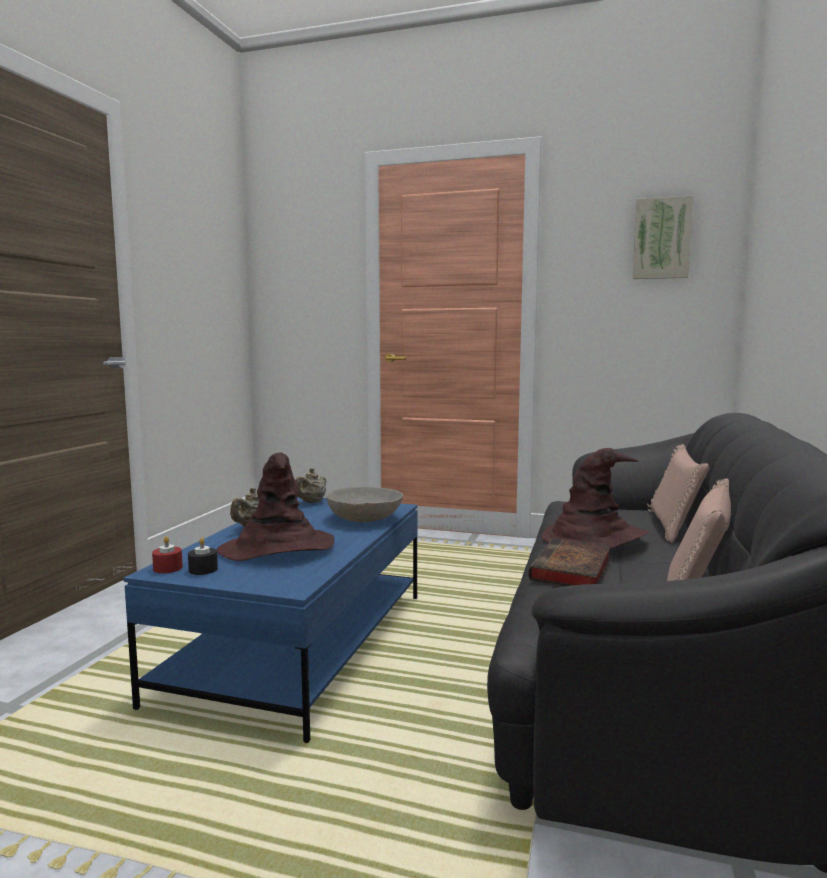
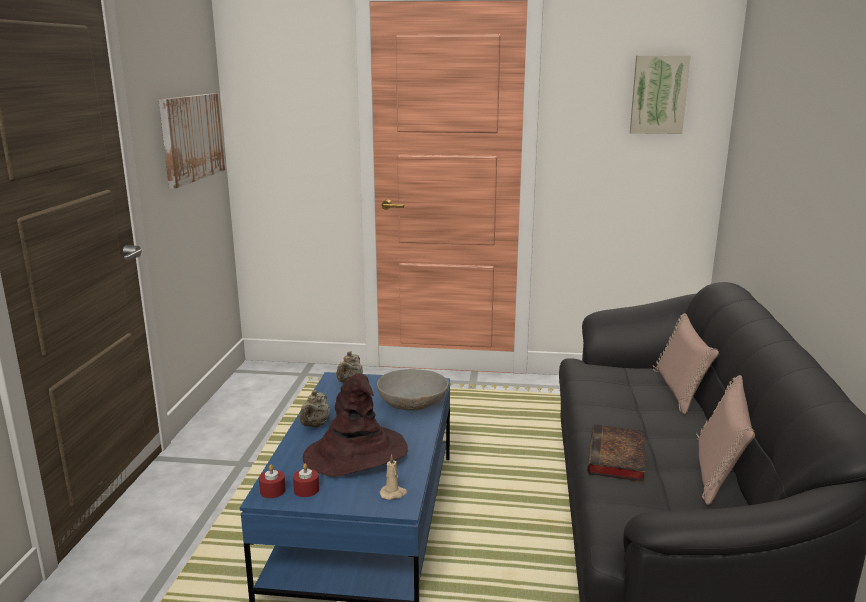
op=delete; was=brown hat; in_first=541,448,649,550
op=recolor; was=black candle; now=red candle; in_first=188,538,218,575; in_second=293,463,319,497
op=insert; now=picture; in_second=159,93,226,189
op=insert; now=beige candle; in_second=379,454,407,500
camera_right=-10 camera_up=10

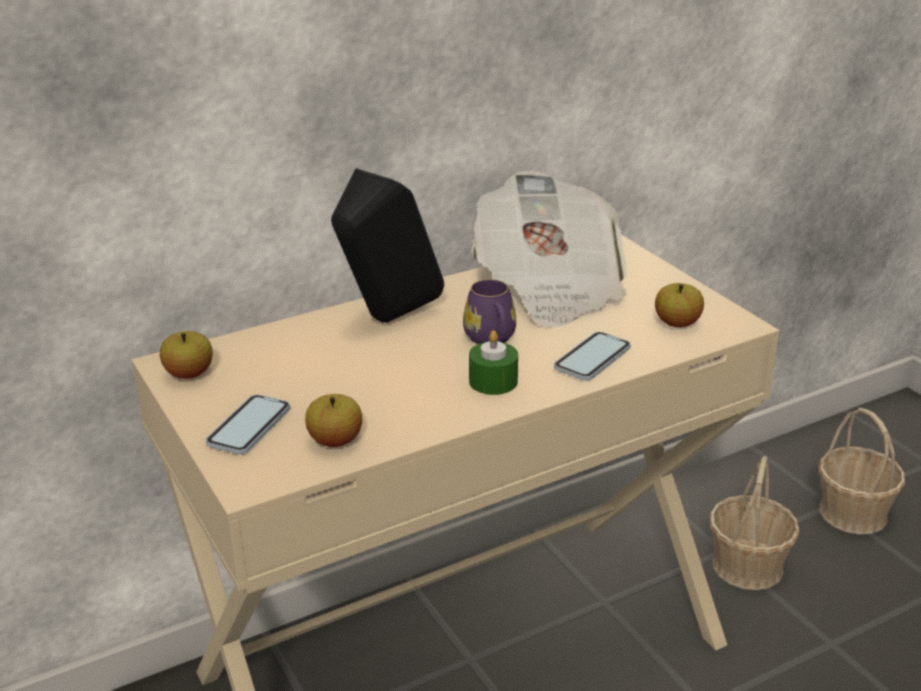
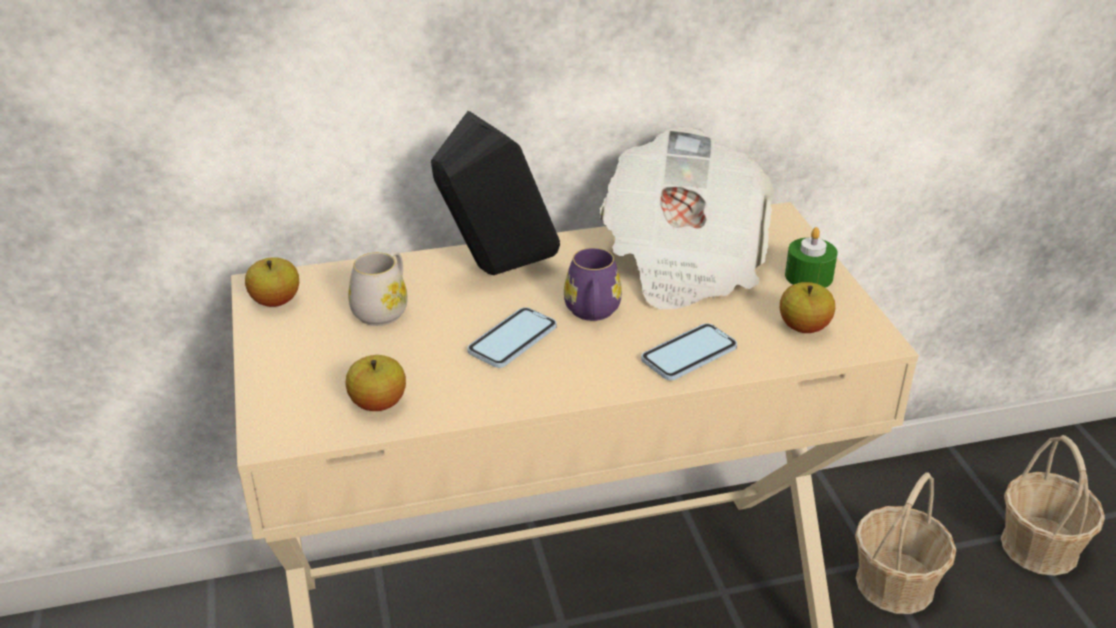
op=move; was=green candle; in_first=469,330,518,395; in_second=785,227,837,288
op=move; was=phone; in_first=206,395,290,454; in_second=467,307,557,368
op=insert; now=white mug; in_second=348,251,407,326
camera_right=15 camera_up=5

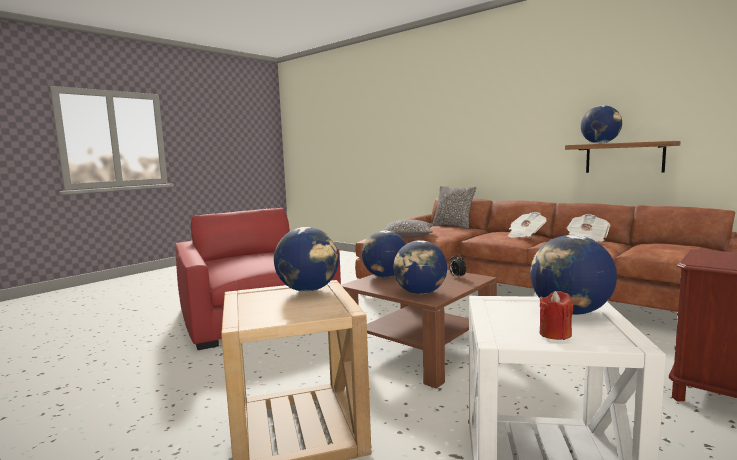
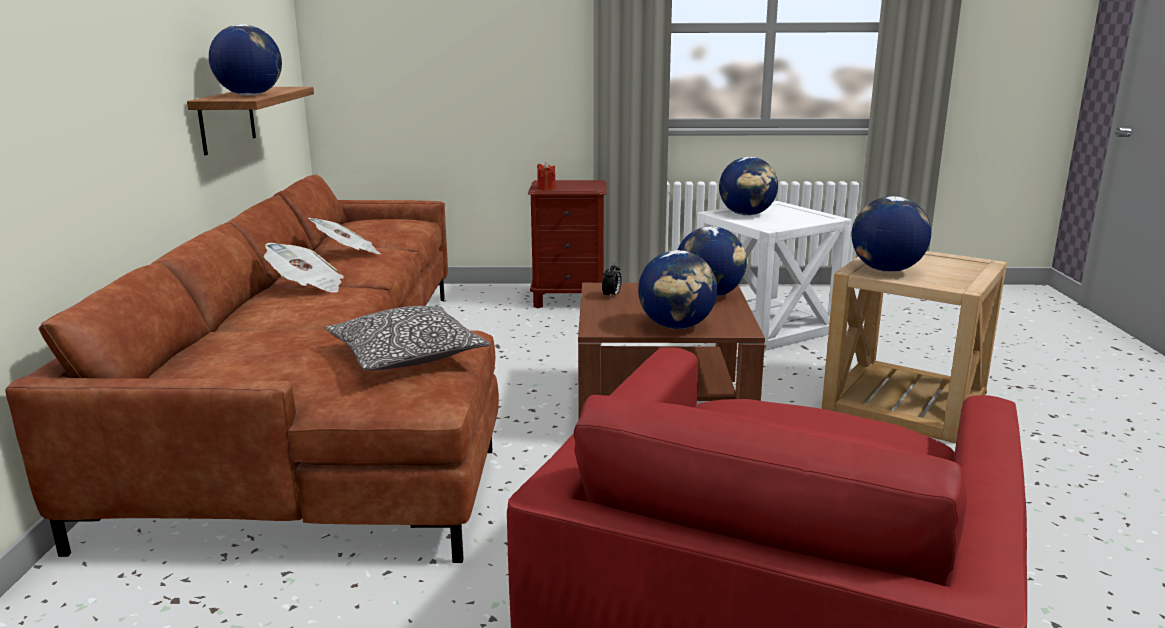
op=delete; was=pillow; in_first=432,186,476,229
op=move; was=red candle; in_first=540,291,573,340; in_second=537,162,556,191
camera_right=-130 camera_up=10

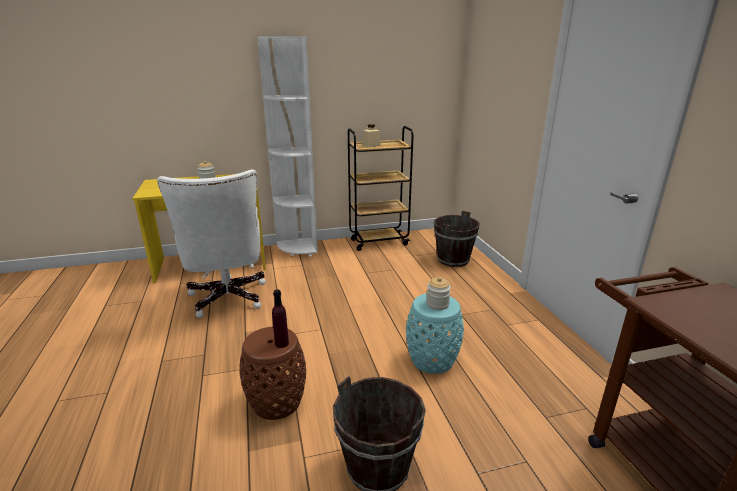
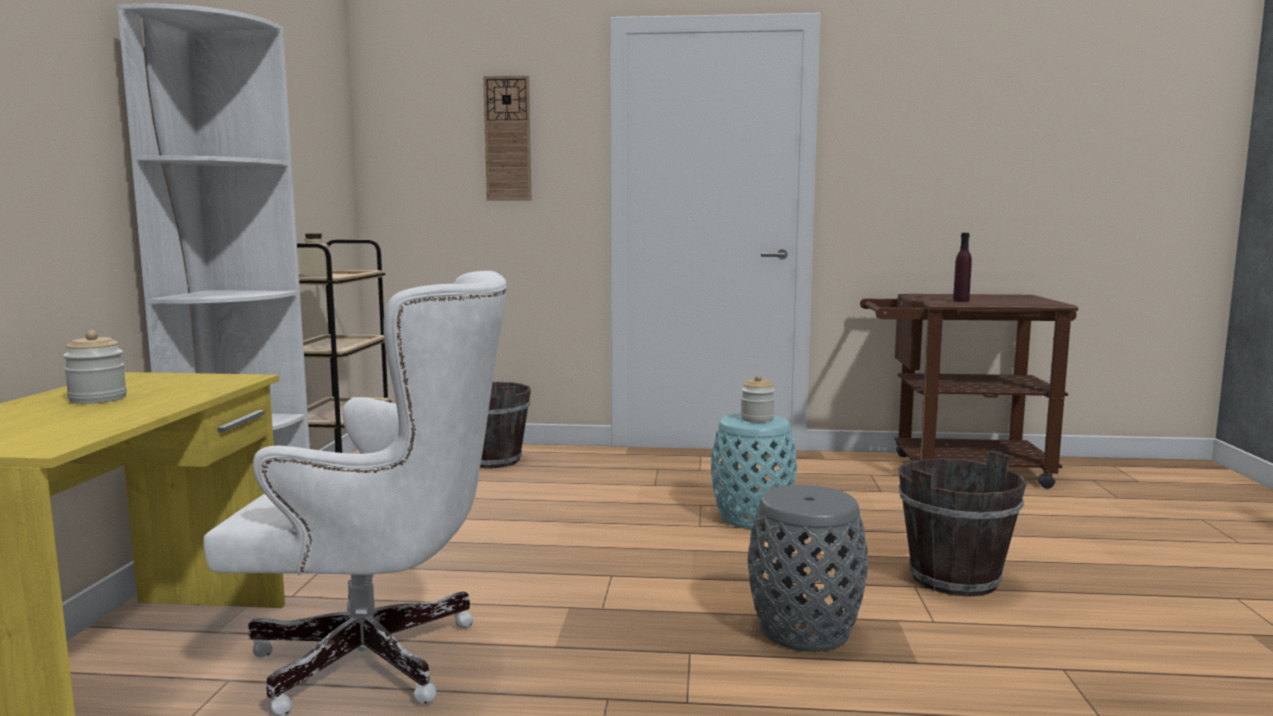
op=move; was=purple bottle; in_first=272,289,289,348; in_second=953,233,972,302
op=recolor; was=brown stool; now=grey stool; in_first=239,327,306,420; in_second=748,485,868,652
op=insert; now=wall clock; in_second=483,75,531,201
camera_right=-70 camera_up=-15

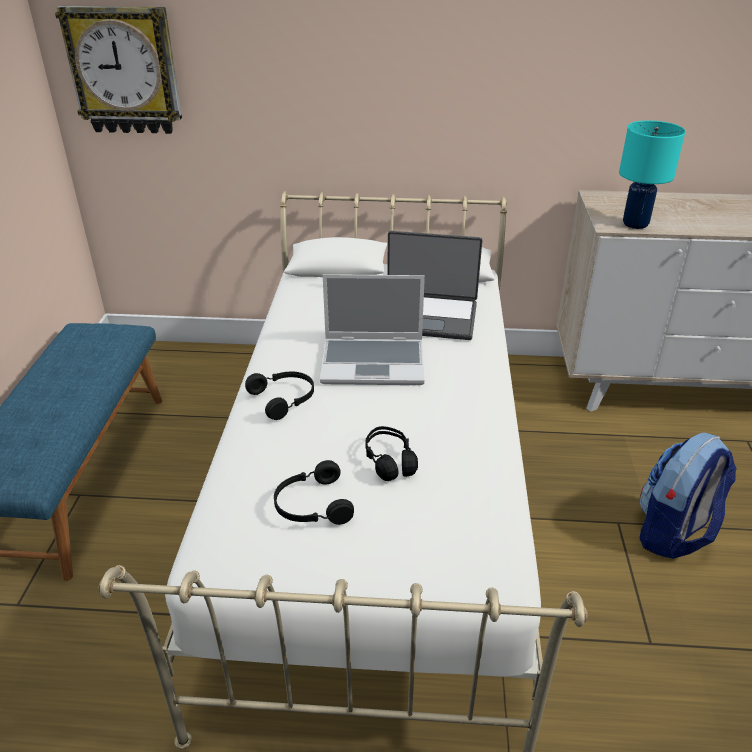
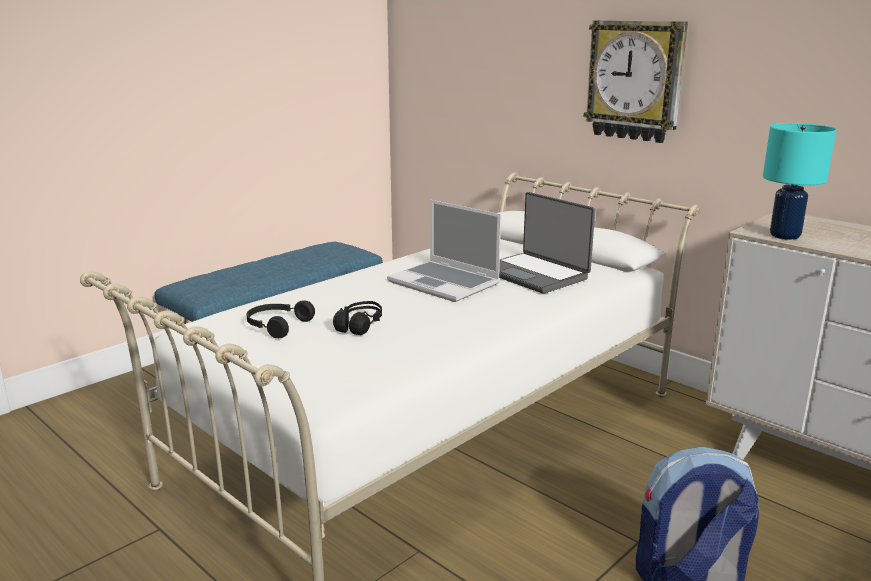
op=move; was=wall clock; in_first=55,6,182,134; in_second=584,20,688,143
op=delete; was=black headphones; in_first=245,372,314,420
camera_right=40 camera_up=-15

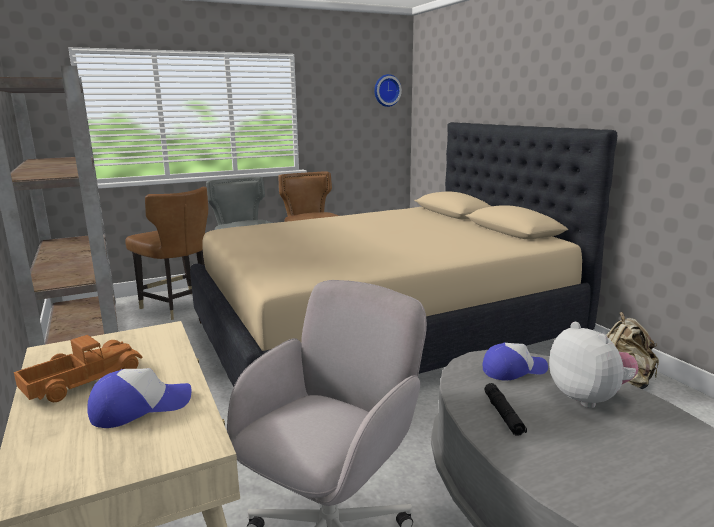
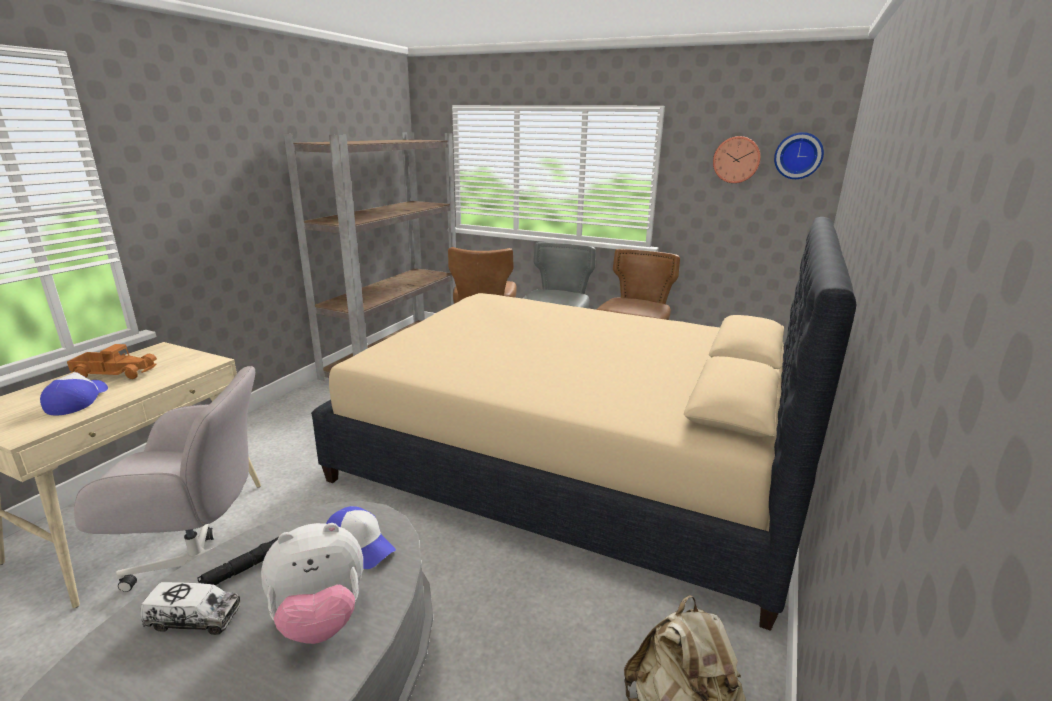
op=rotate; was=plush toy; in_first=549,322,639,408; in_second=261,523,363,644; clockwise=45
op=rotate; was=cap; in_first=87,368,191,428; in_second=40,372,108,415; clockwise=-120
op=insert; now=wall clock; in_second=713,136,761,183
op=insert; now=toy truck; in_second=140,582,241,635
camera_right=50 camera_up=5

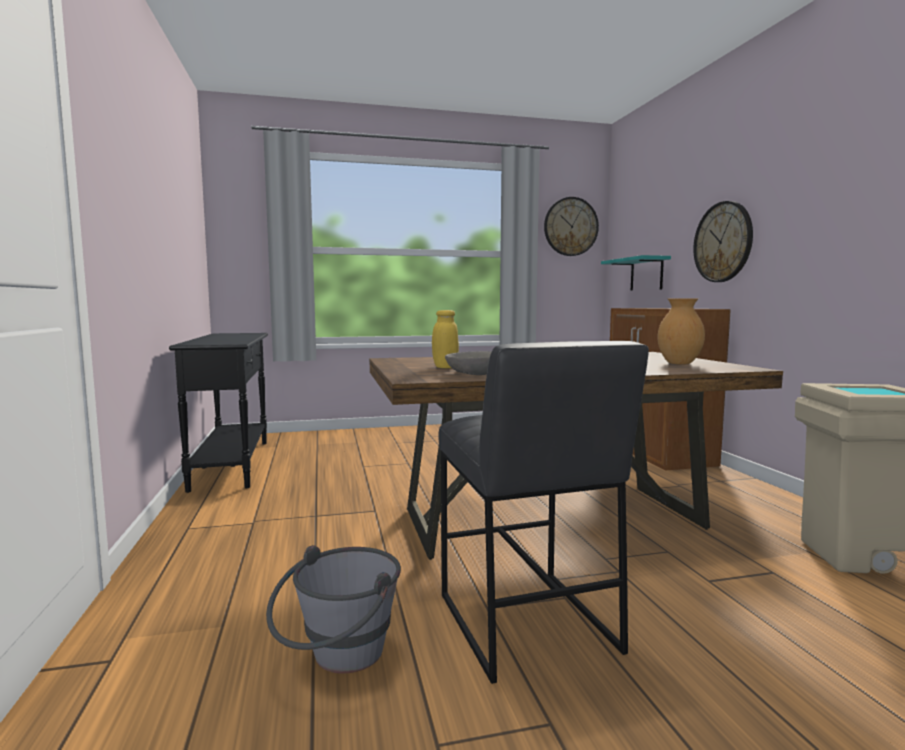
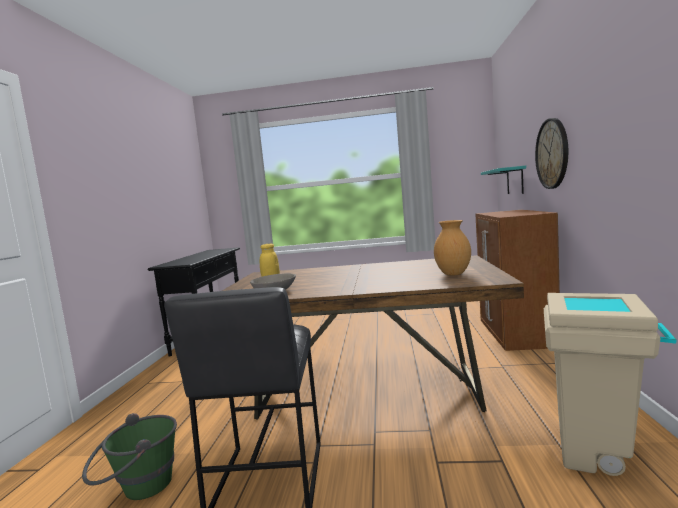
op=delete; was=wall clock; in_first=544,197,599,256
op=recolor; was=grey bucket; now=green bucket; in_first=266,545,401,674; in_second=82,413,177,500
camera_right=20 camera_up=0

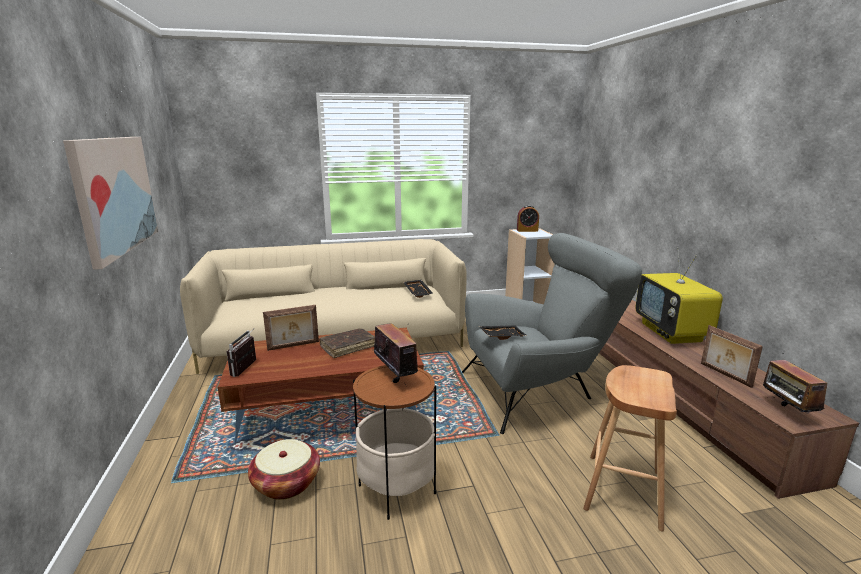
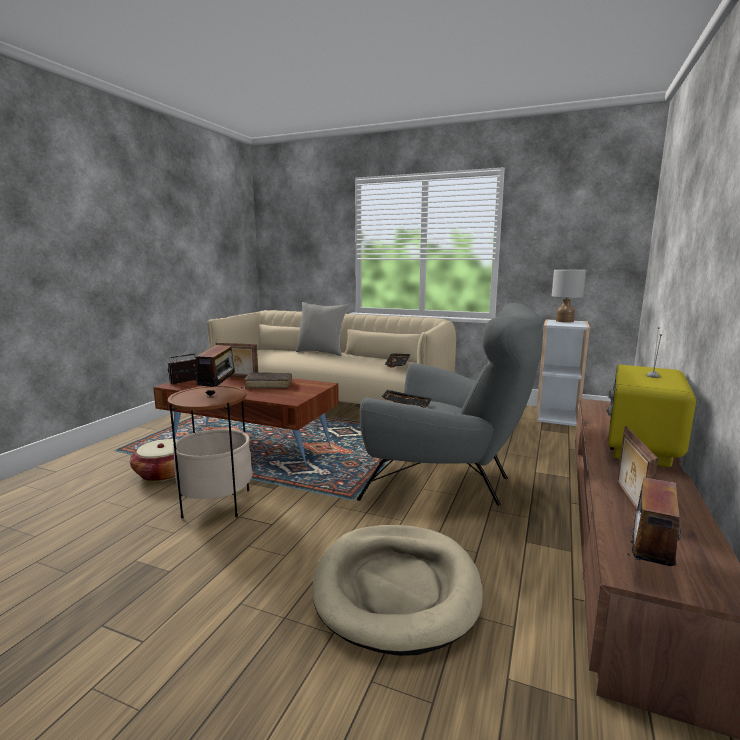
op=delete; was=picture; in_first=63,137,158,270
op=replace; was=alarm clock; now=grey table lamp; in_first=517,205,539,232; in_second=552,270,586,323
op=replace; was=brown stool; now=beige dog bed; in_first=583,365,677,531; in_second=312,525,483,656
op=insert; now=grey pillow; in_second=296,302,348,356
camera_right=35 camera_up=-5

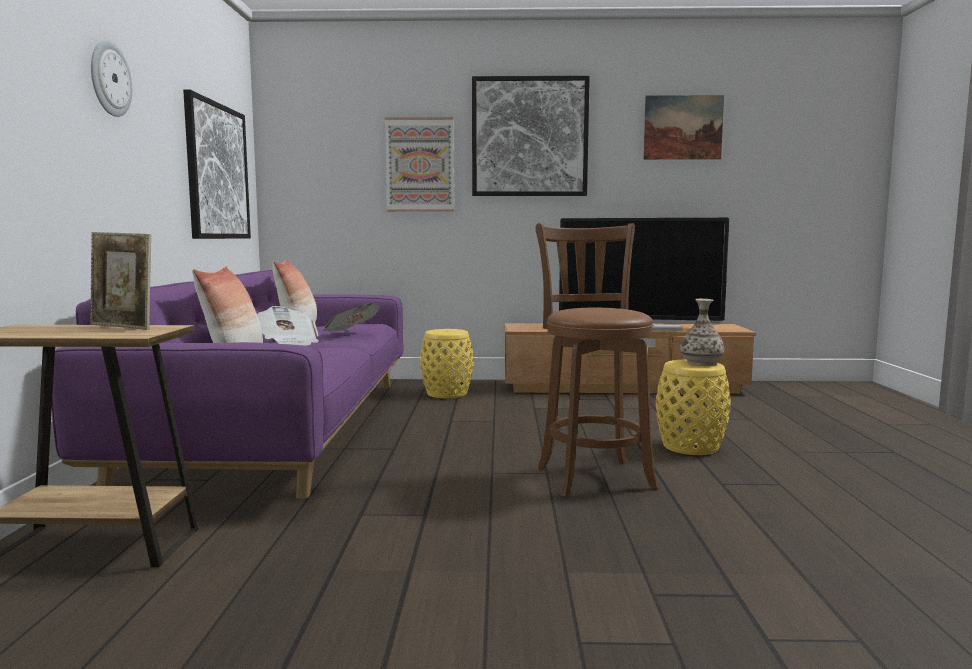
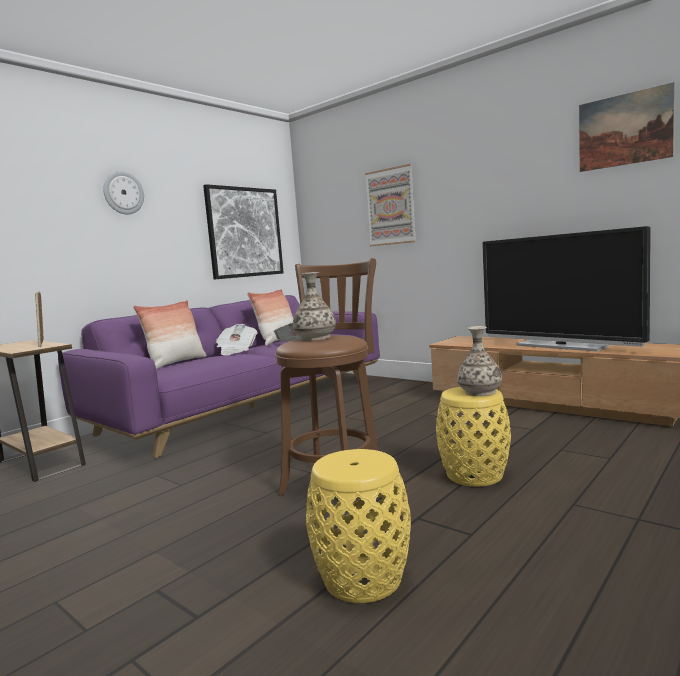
op=delete; was=picture; in_first=472,76,590,196
op=move; was=yellow stool; in_first=420,329,474,398; in_second=306,449,411,603
op=insert; now=vase; in_second=293,272,336,341
camera_right=40 camera_up=0

